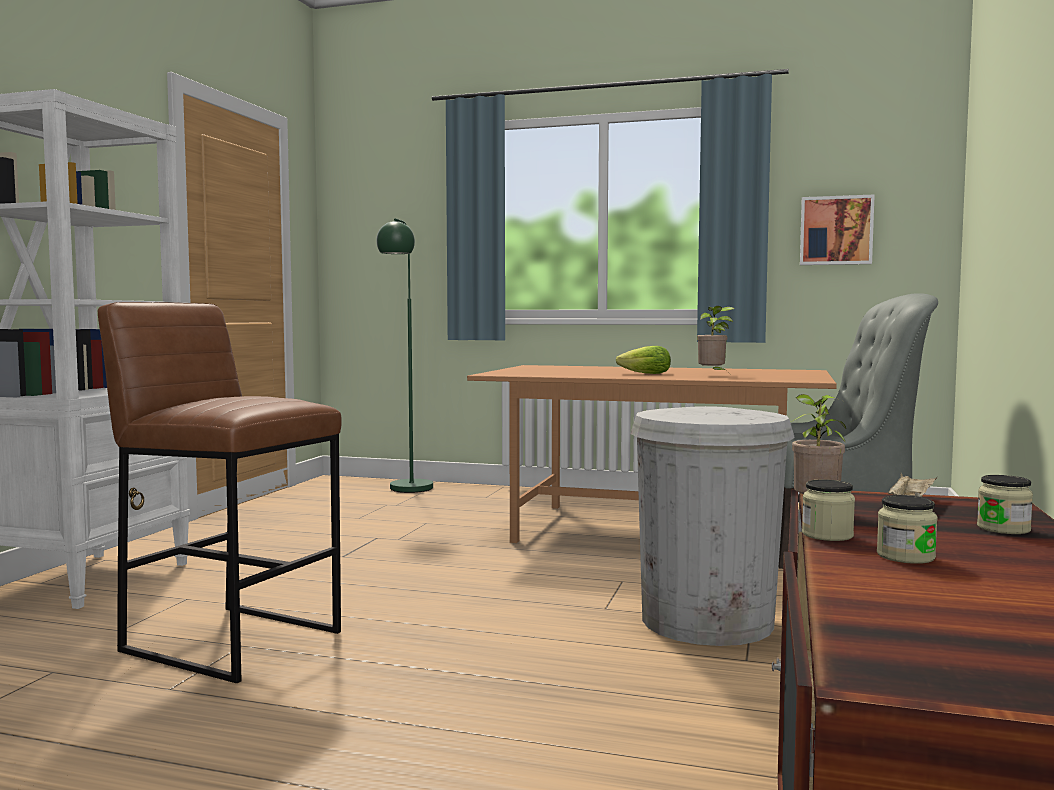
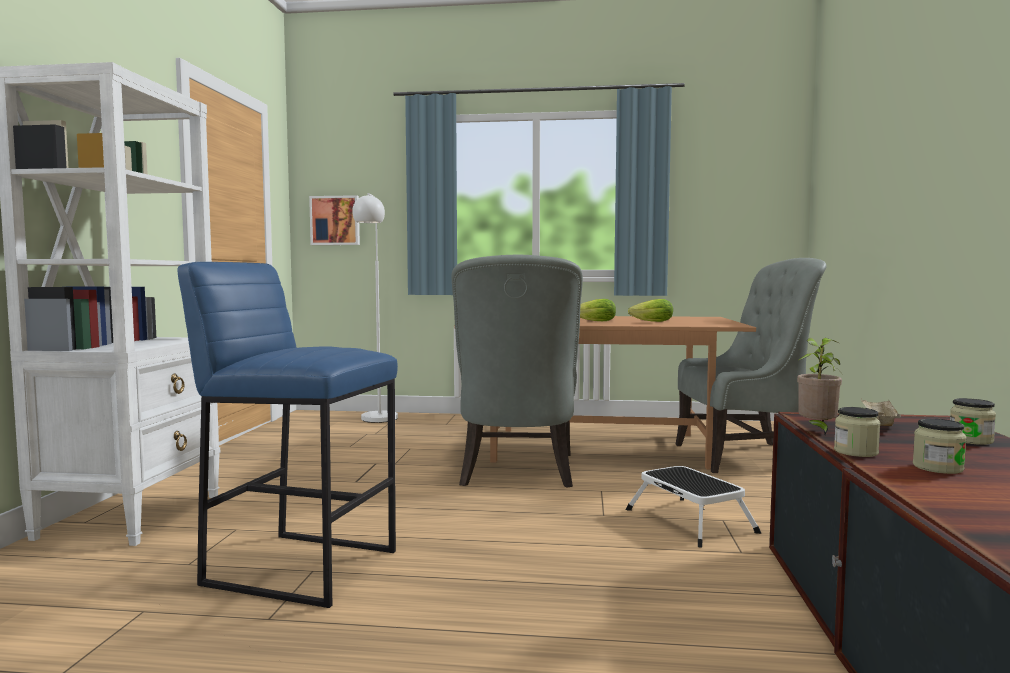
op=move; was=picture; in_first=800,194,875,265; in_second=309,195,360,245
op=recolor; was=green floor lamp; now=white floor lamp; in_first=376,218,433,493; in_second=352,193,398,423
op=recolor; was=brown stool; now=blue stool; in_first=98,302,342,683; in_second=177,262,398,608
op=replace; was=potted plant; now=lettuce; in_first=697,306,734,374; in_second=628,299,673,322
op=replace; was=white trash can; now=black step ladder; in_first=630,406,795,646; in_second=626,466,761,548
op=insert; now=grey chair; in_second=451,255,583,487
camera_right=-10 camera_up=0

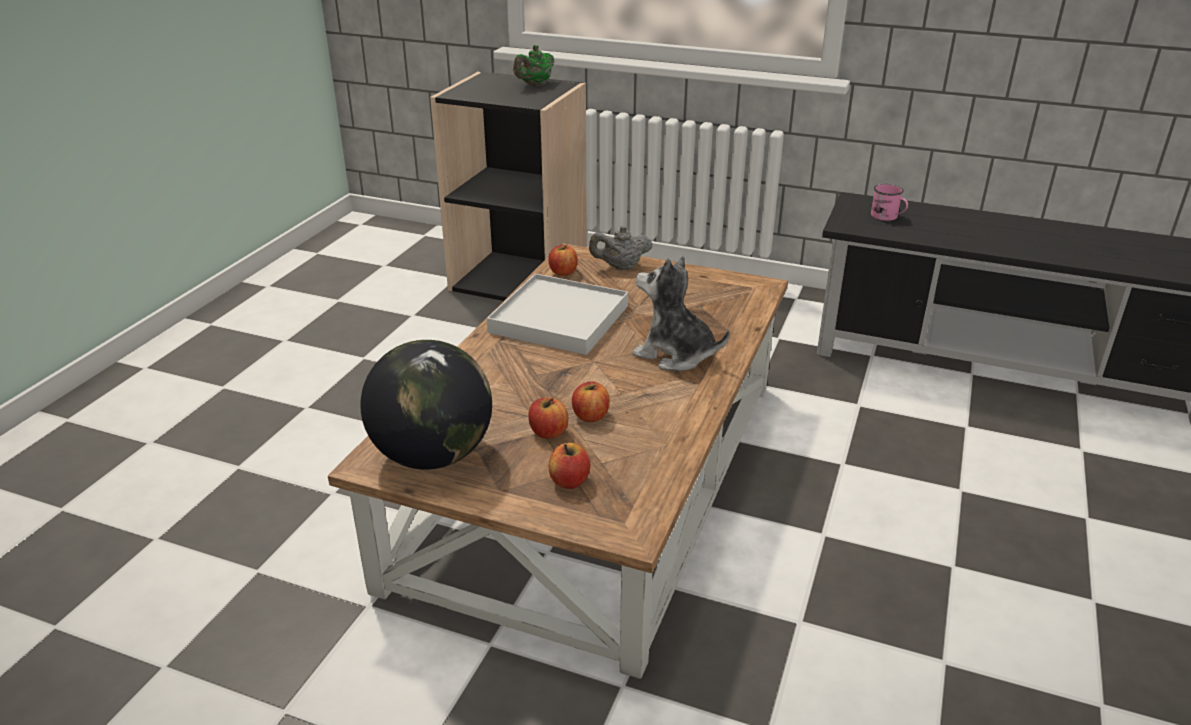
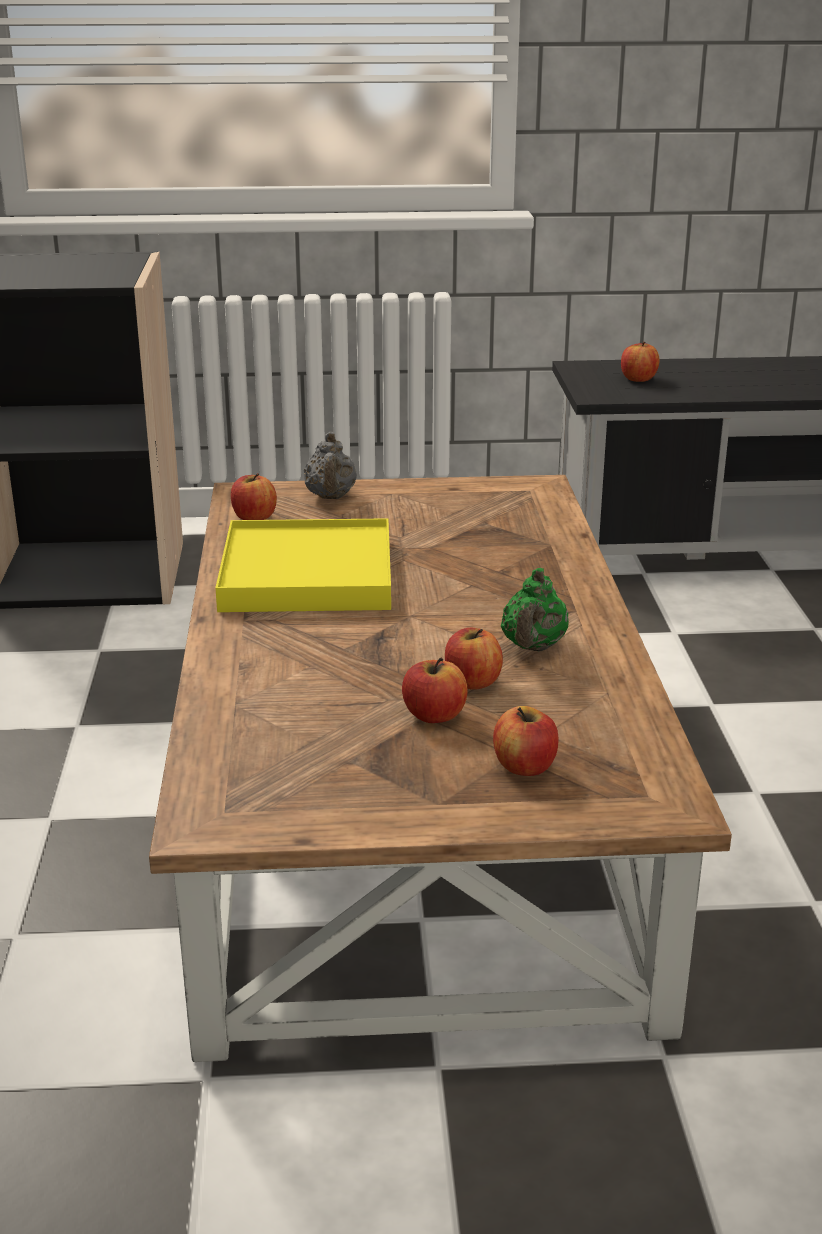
op=move; was=green teapot; in_first=513,45,555,86; in_second=501,568,569,651
op=replace; was=pink mug; now=apple; in_first=871,184,908,221; in_second=621,342,659,382
op=rotate; was=grey teapot; in_first=589,226,653,270; in_second=303,432,357,499; clockwise=-60
op=delete; was=plush toy; in_first=632,256,730,371
op=recolor; was=white tray; now=yellow tray; in_first=487,274,628,355; in_second=215,518,391,612
op=delete; was=globe; in_first=360,340,492,470
camera_right=-25 camera_up=-5

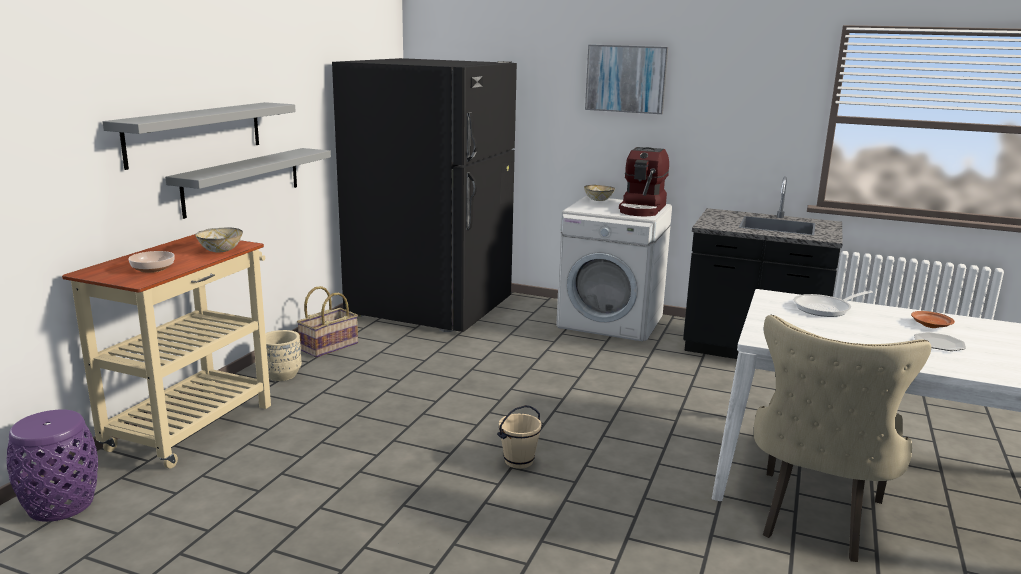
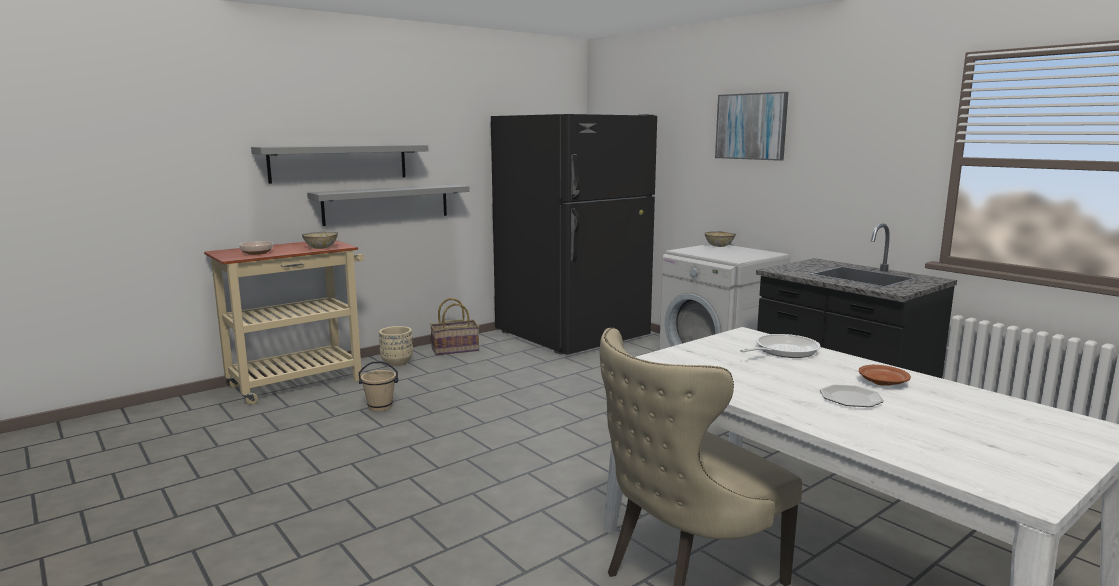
op=delete; was=coffee machine; in_first=619,147,669,216
op=rotate; was=frying pan; in_first=794,291,873,317; in_second=740,334,820,358; clockwise=135
op=move; was=beige bucket; in_first=497,405,542,469; in_second=359,361,399,412
op=delete; was=purple stool; in_first=7,410,98,522
camera_right=30 camera_up=-5

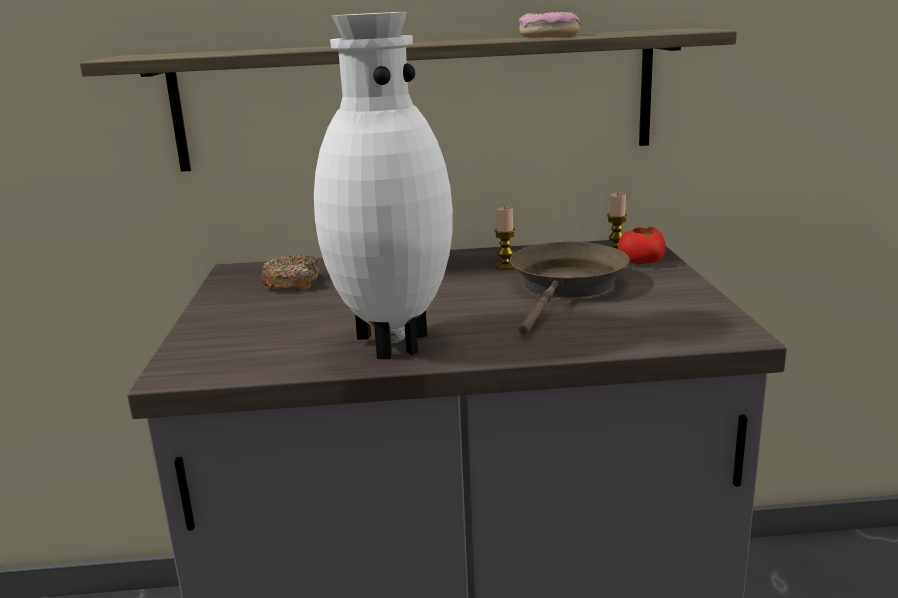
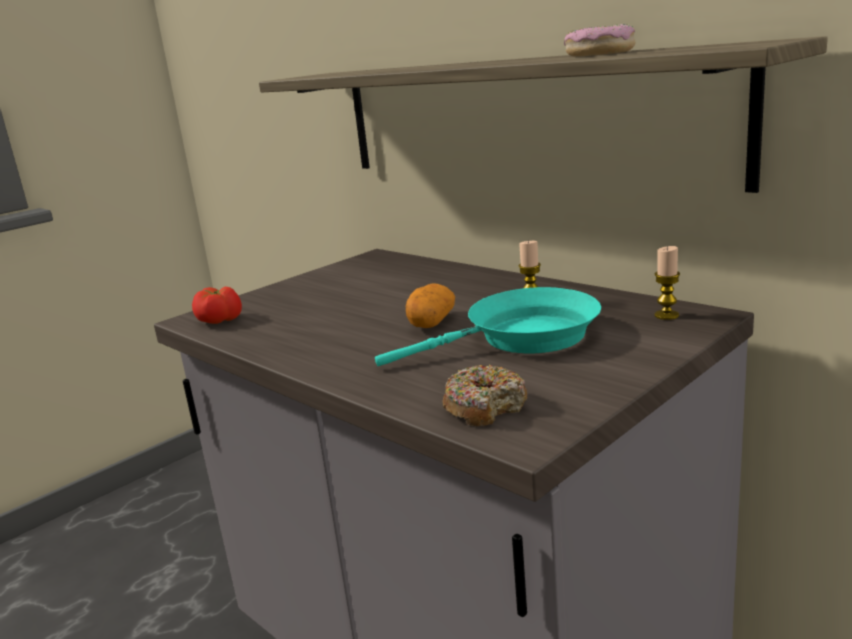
op=delete; was=white vase; in_first=314,12,453,359
op=move; was=tomato; in_first=618,227,666,265; in_second=192,287,242,324
op=recolor; was=brown frying pan; now=turquoise frying pan; in_first=510,242,630,335; in_second=375,287,601,366
op=move; was=donut; in_first=260,255,320,292; in_second=443,364,527,426
op=insert; now=potato; in_second=406,283,455,328
camera_right=50 camera_up=0

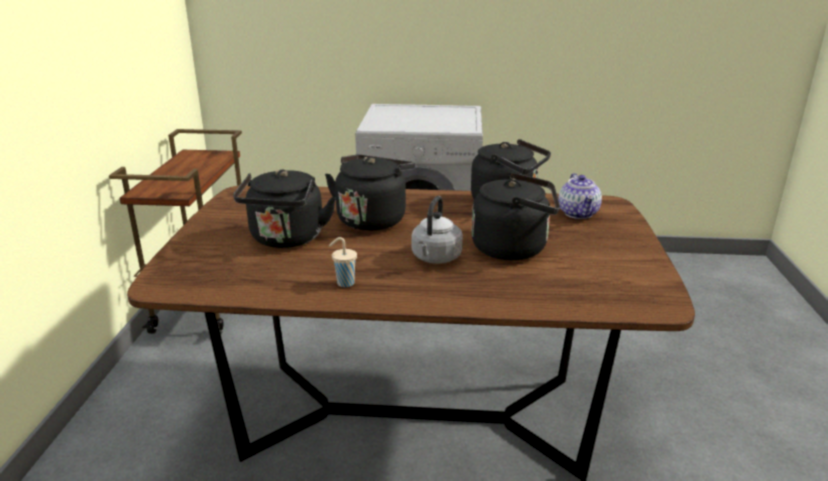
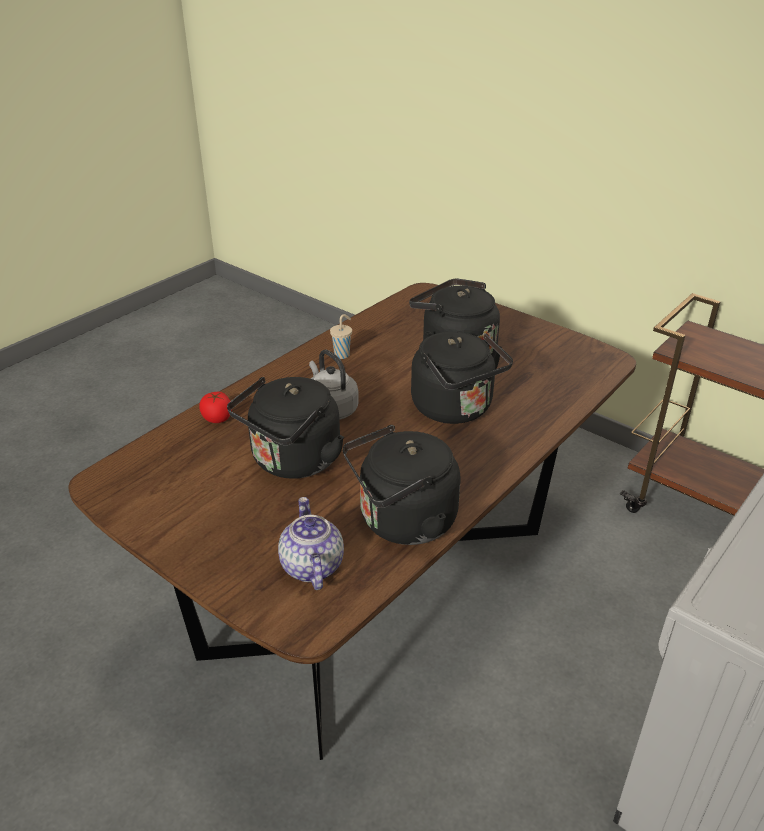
op=rotate; was=teapot; in_first=558,173,602,219; in_second=278,497,344,590; clockwise=45
op=insert; now=tomato; in_second=199,392,232,423
camera_right=125 camera_up=10

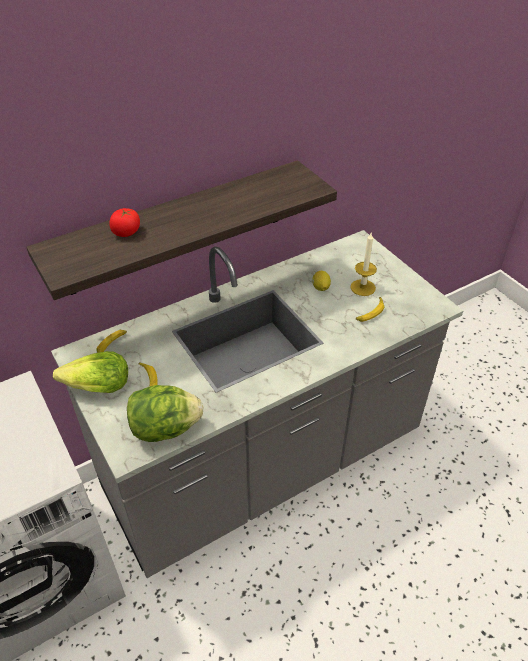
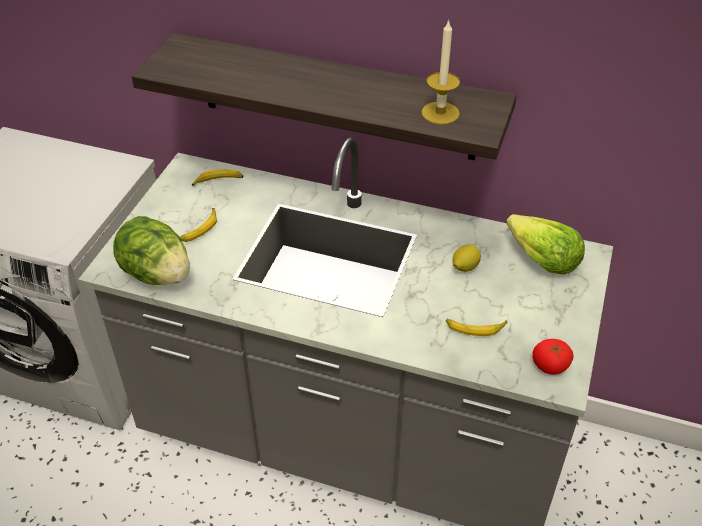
op=move; was=tomato; in_first=109,208,140,237; in_second=532,339,574,374
op=move; was=candle; in_first=350,233,377,296; in_second=421,19,460,125
op=move; was=lettuce; in_first=53,351,128,393; in_second=506,214,585,274
camera_right=50 camera_up=0

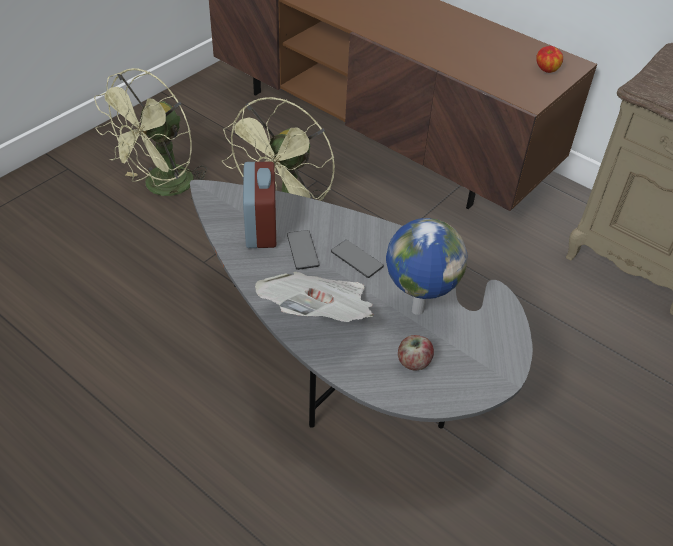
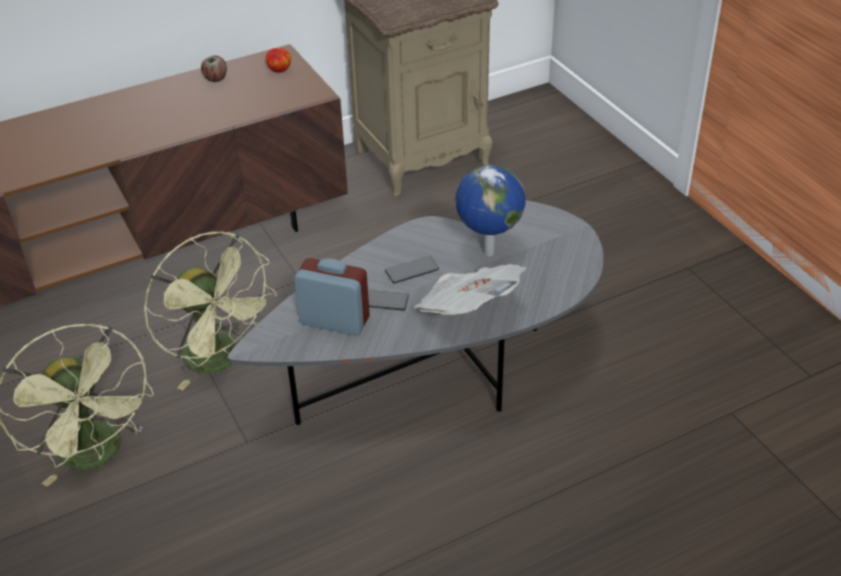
op=move; was=apple; in_first=398,335,434,370; in_second=201,55,227,82
camera_right=-65 camera_up=-5

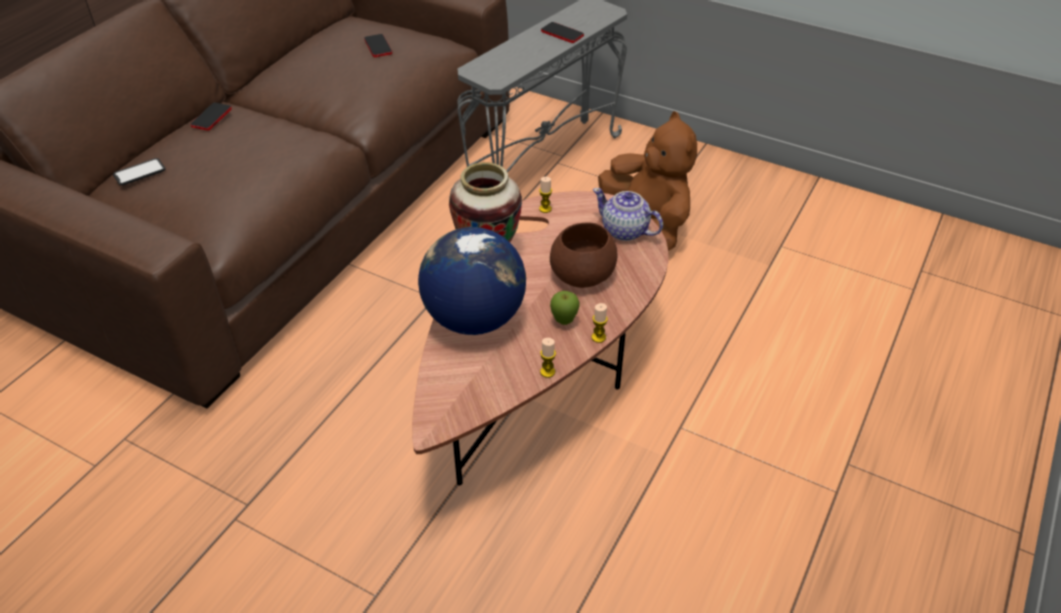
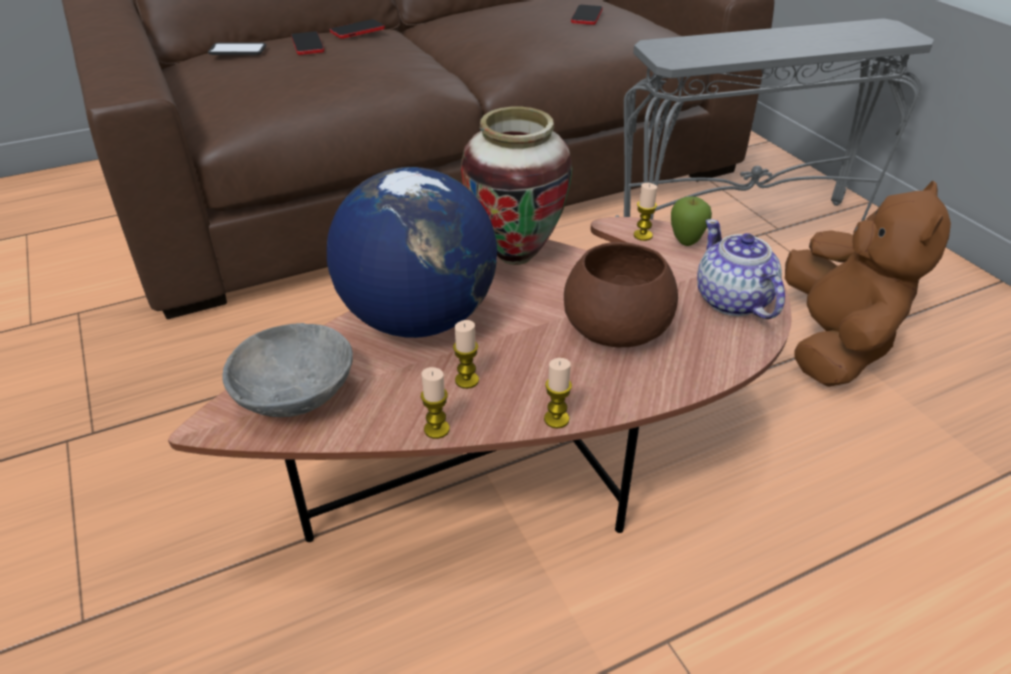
op=move; was=phone; in_first=541,22,584,43; in_second=291,31,324,55
op=move; was=apple; in_first=550,291,580,325; in_second=671,196,712,246
op=insert; now=candle; in_second=453,320,479,389
op=insert; now=grey bowl; in_second=222,323,353,417
camera_right=35 camera_up=-5

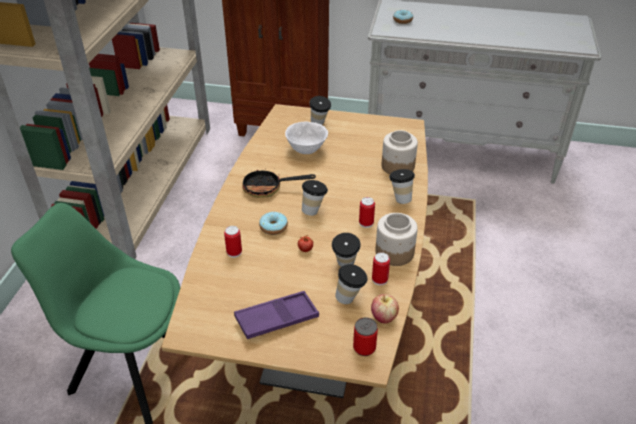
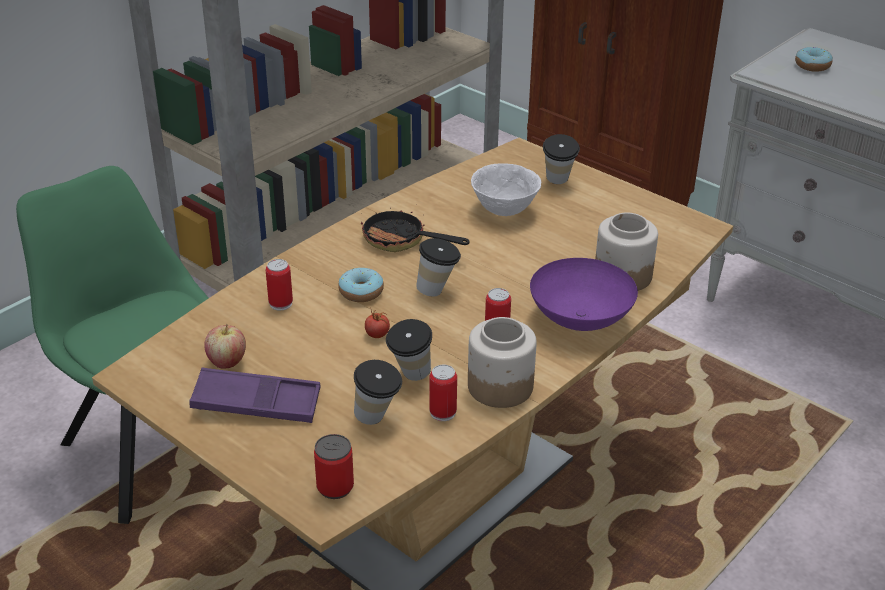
op=replace; was=cup; now=purple bowl; in_first=389,169,415,204; in_second=530,258,638,331
op=move; was=apple; in_first=371,294,399,324; in_second=204,324,246,369
camera_right=30 camera_up=-5

